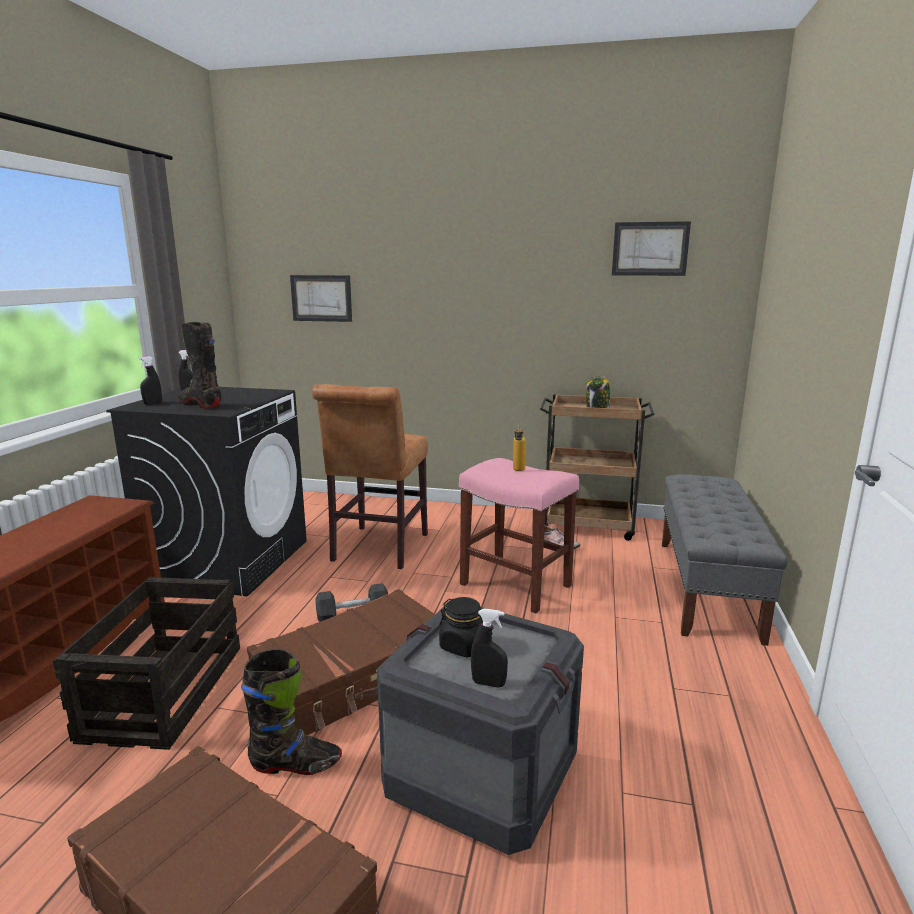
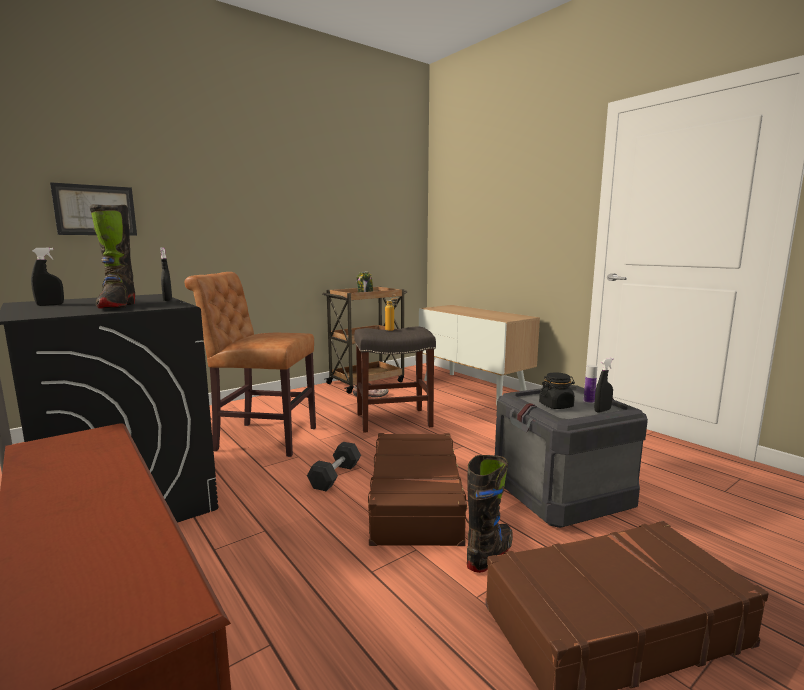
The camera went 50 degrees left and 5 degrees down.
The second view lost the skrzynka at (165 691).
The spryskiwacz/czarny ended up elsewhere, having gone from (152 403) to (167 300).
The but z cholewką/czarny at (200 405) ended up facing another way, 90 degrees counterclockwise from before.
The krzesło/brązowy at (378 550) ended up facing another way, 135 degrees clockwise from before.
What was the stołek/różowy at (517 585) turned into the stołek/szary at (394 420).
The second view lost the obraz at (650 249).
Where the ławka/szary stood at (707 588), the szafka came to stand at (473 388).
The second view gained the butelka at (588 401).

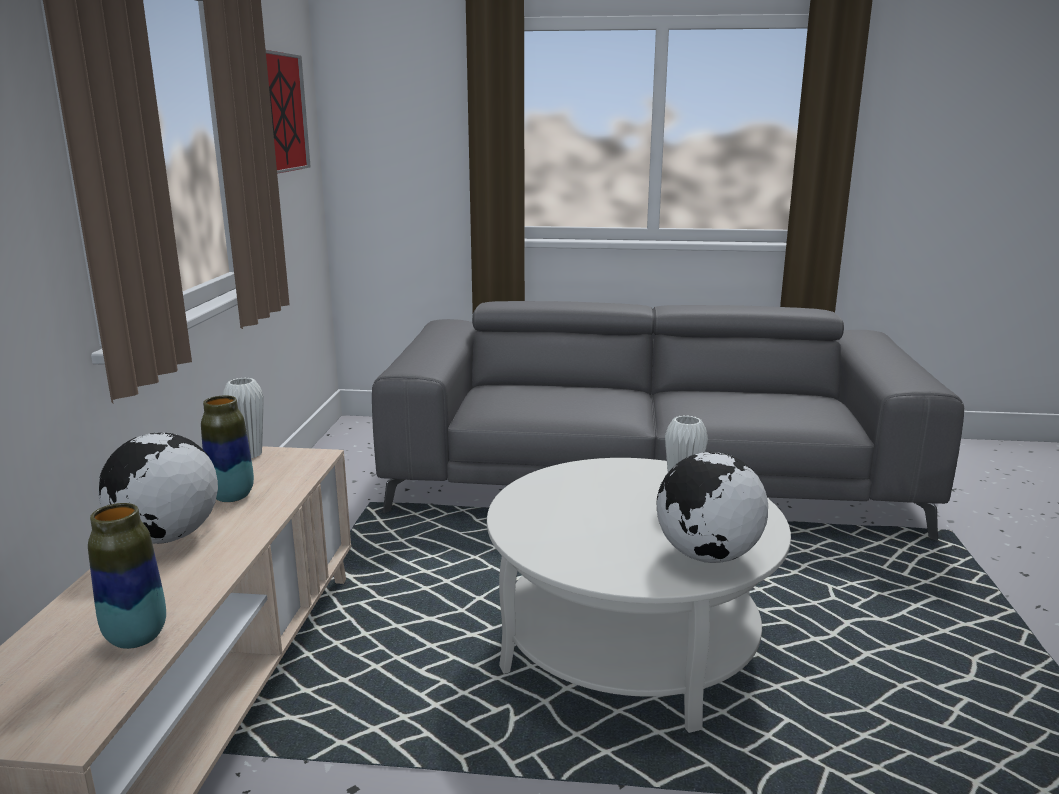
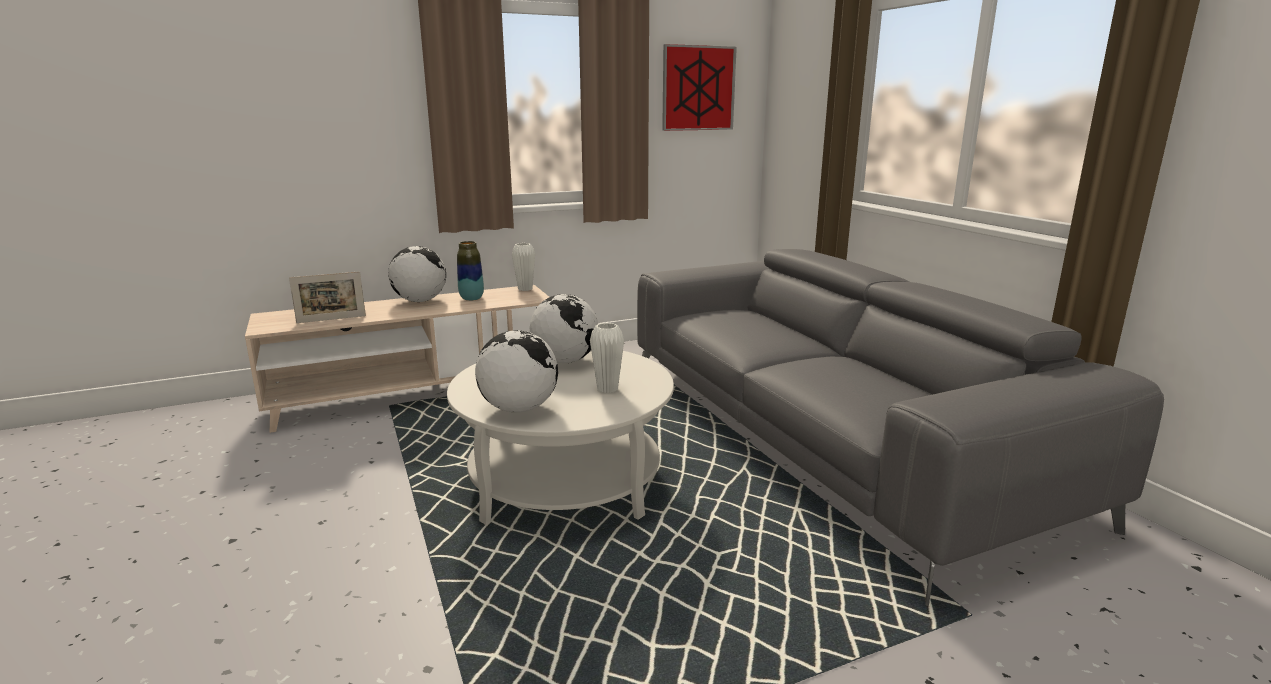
The camera went 60 degrees right and 0 degrees up.
Where the wazon stood at (136 637), the ramka na zdjęcie came to stand at (331 319).
The second view gained the globus at (565 361).

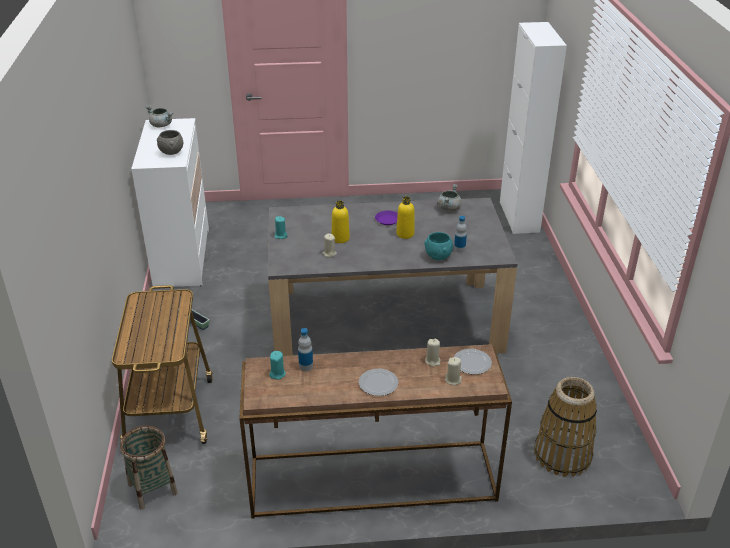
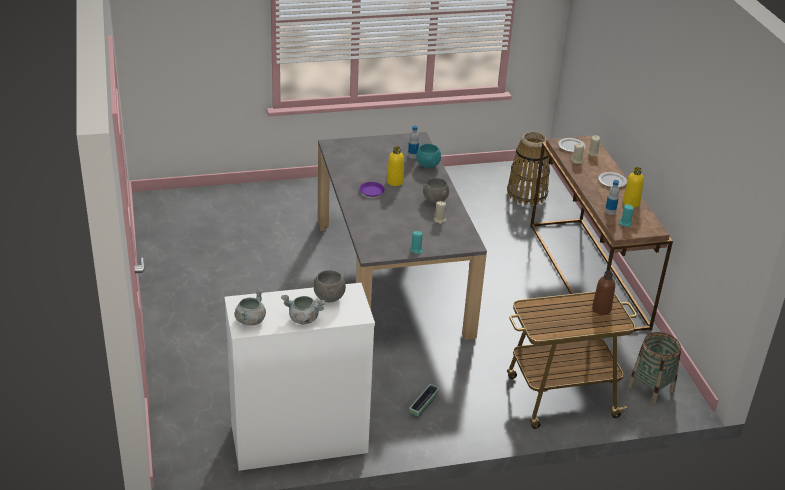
The camera went 100 degrees left and 0 degrees up.
The butelka/żółty ended up elsewhere, having gone from (340 238) to (631 203).
The garnek/szary ended up elsewhere, having gone from (448 208) to (303 319).
The second view lost the szafka/biały at (519 217).
The second view gained the miska/szary at (435 201).
The second view gained the butelka/brązowy at (601 309).

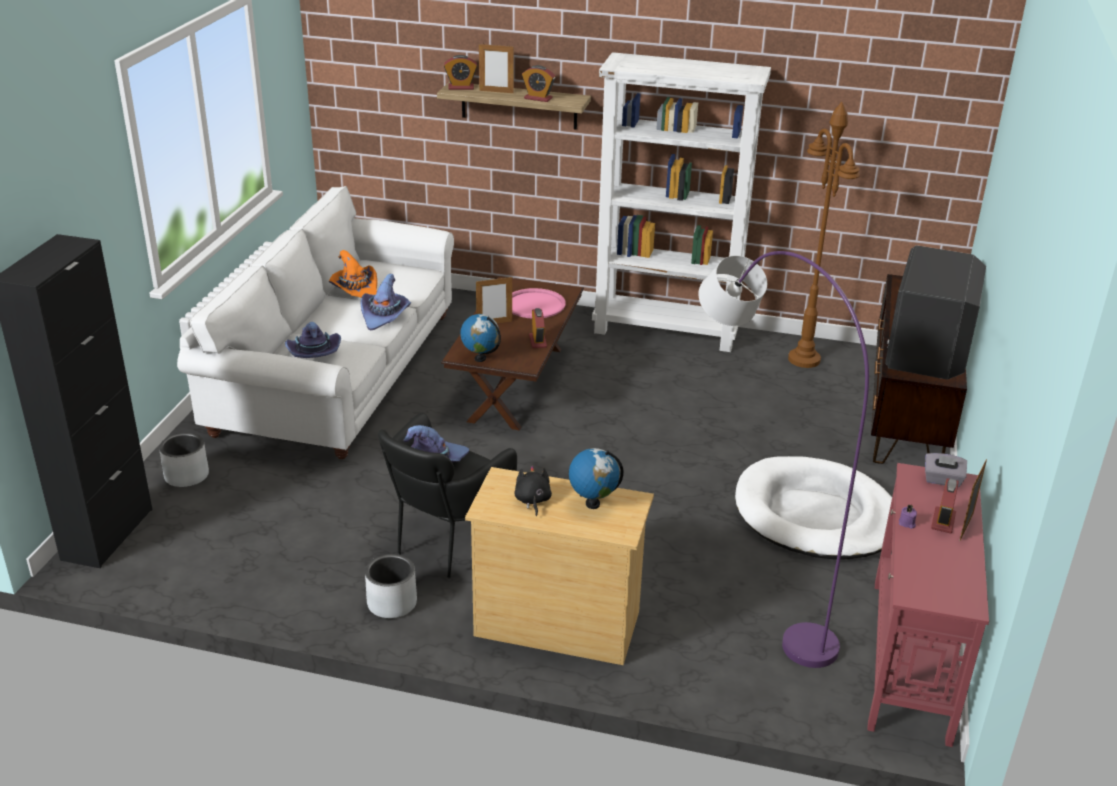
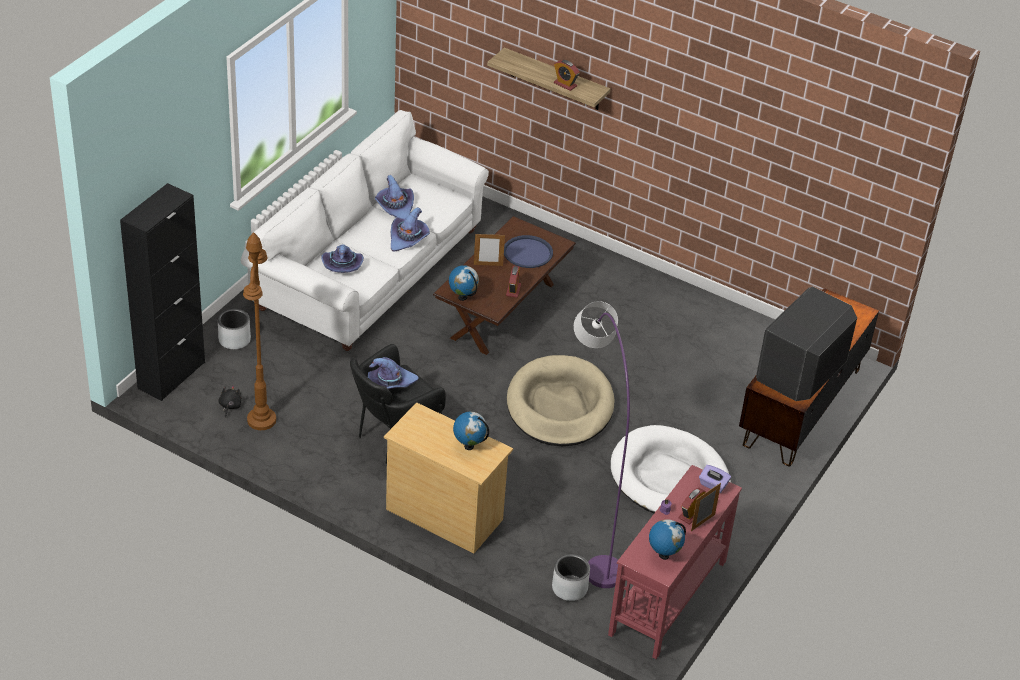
The camera went 15 degrees right and 10 degrees up.
What was the kapelusz/pomarańczowy at (355 289) turned into the kapelusz/fioletowy at (395 207).
The donica/szary ended up elsewhere, having gone from (391 603) to (569 588).
The second view lost the budzik at (461 87).
The second view lost the ramka na zdjęcie at (496 91).
What was the taca/różowy at (534 304) turned into the taca/niebieski at (527 252).
The pluszak/czarny ended up elsewhere, having gone from (532 501) to (230 406).
The second view lost the regał/biały at (667 331).
The lampa stojąca/brązowy ended up elsewhere, having gone from (803 359) to (261 419).
What was the pudełko chusteczek/szary at (942 480) turned into the pudełko chusteczek/fioletowy at (713 485).
The second view gained the legowisko/beżowy at (560 406).
The second view gained the globus at (663 555).

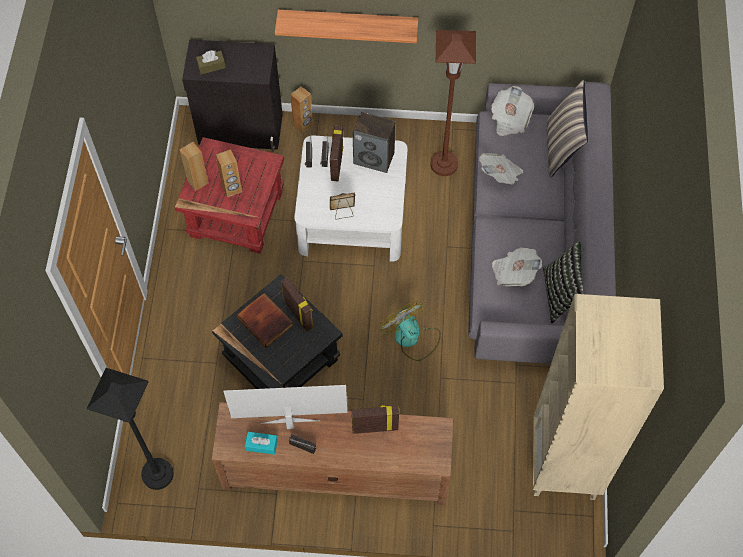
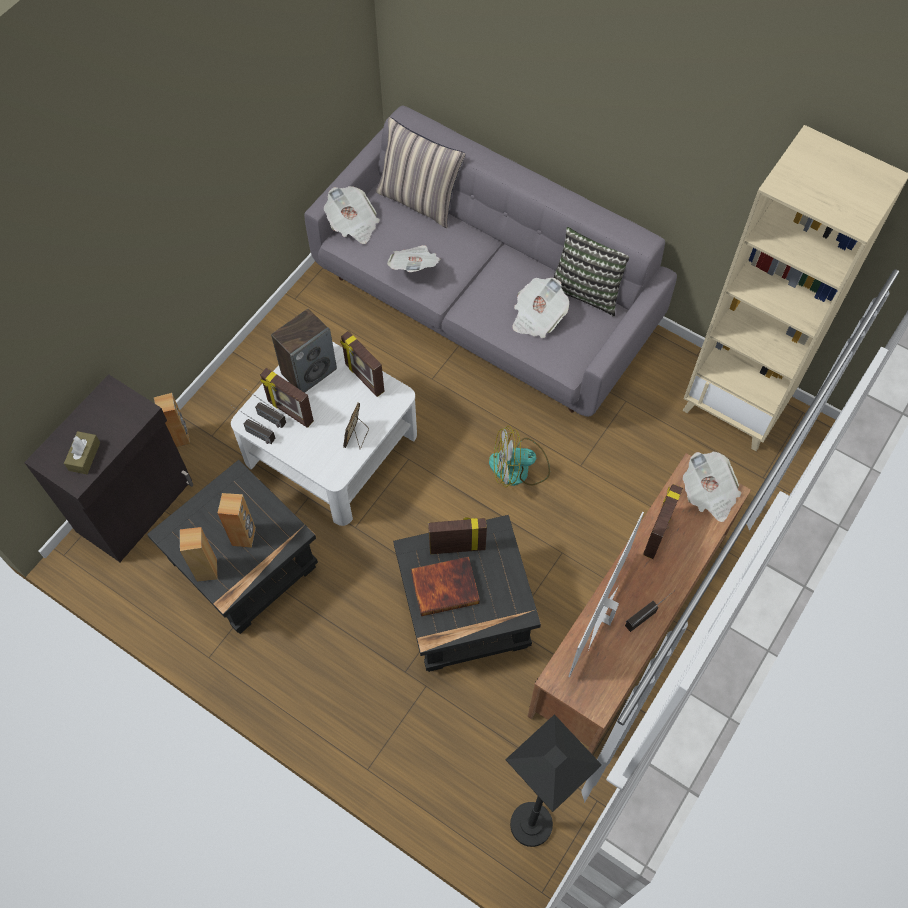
The camera went 60 degrees left and 0 degrees up.
What was the stolik/czerwony at (235 214) turned into the stolik/czarny at (245 568).
The second view lost the pudełko chusteczek/turkusowy at (261 445).
The second view lost the półka at (348 24).
The second view lost the lampa stojąca/brązowy at (444 164).
The second view gained the ramka na zdjęcie at (364 378).
The second view gained the gazeta at (708 494).

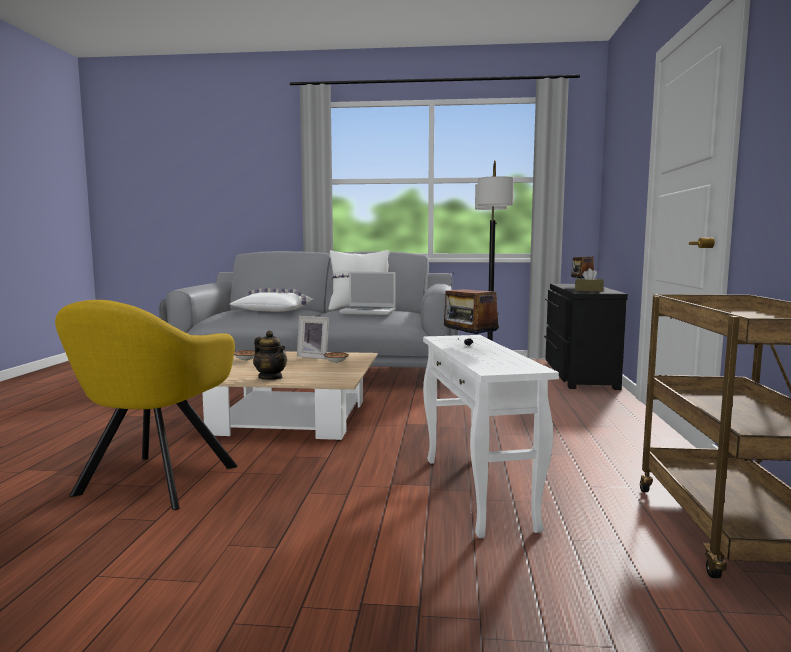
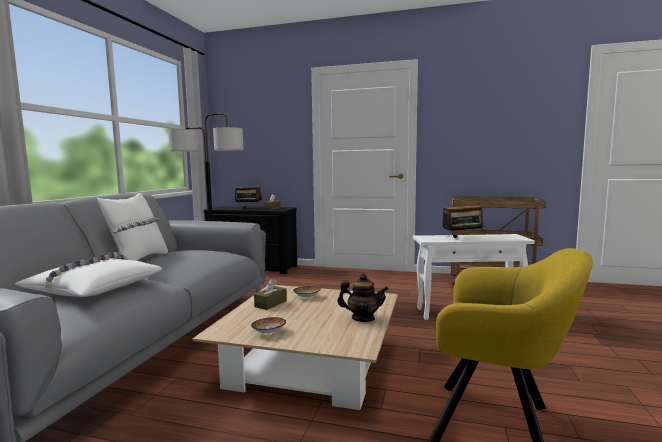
The camera went 80 degrees left and 0 degrees up.
The imbryk at (270 378) ended up facing another way, 45 degrees clockwise from before.
Where the ramka na zdjęcie stood at (314 356), the pudełko chusteczek/brązowy came to stand at (271 304).
The second view lost the laptop at (369 312).

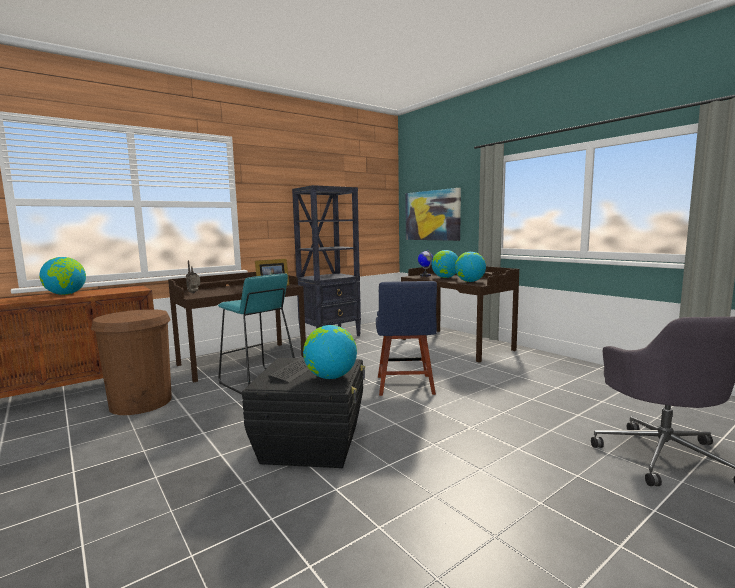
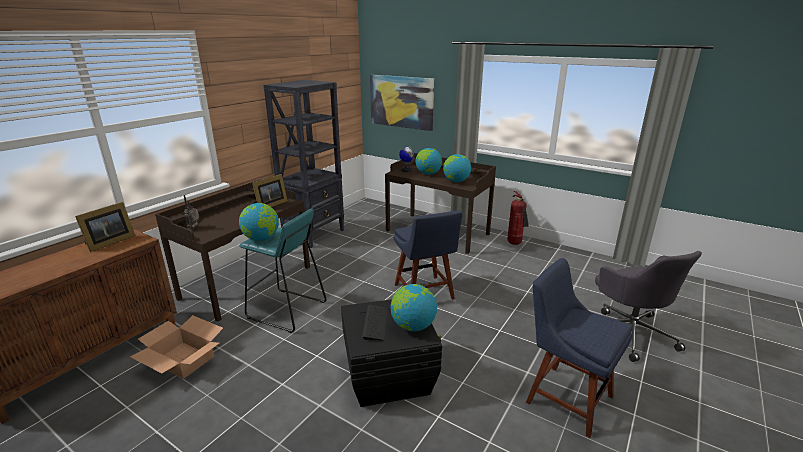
The camera went 20 degrees left and 15 degrees up.
The globus ended up elsewhere, having gone from (65 294) to (261 239).
Where the kosz na śmieci/brązowy stood at (141 403), the karton came to stand at (183 360).
The second view gained the ramka na zdjęcie at (108 242).
The second view gained the gaśnica at (515 244).
The second view gained the krzesło/niebieski at (565 396).

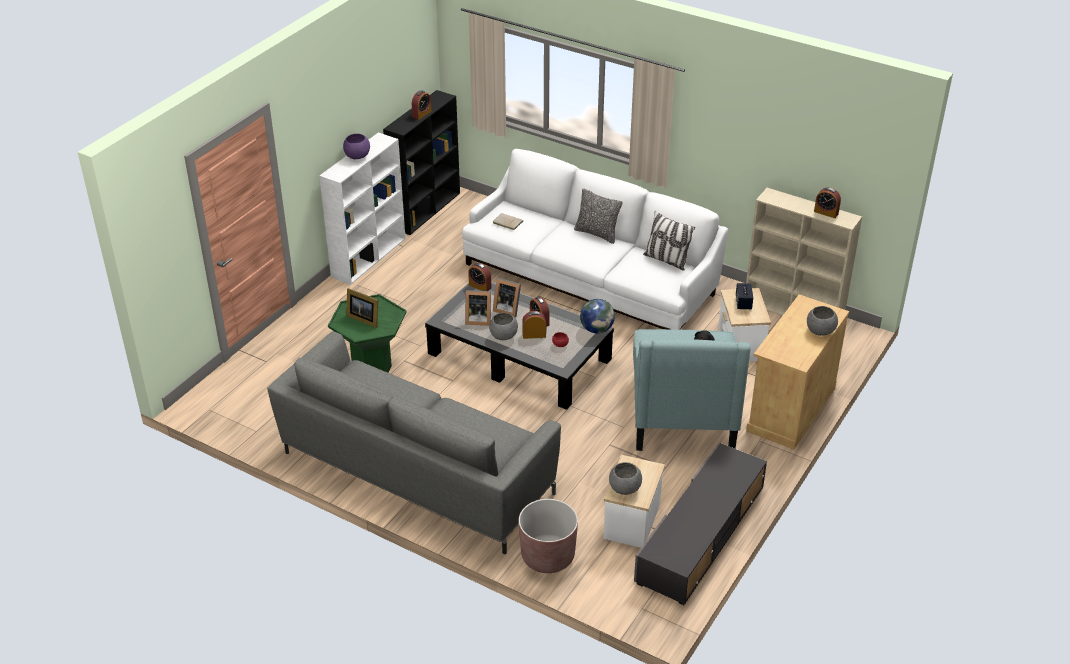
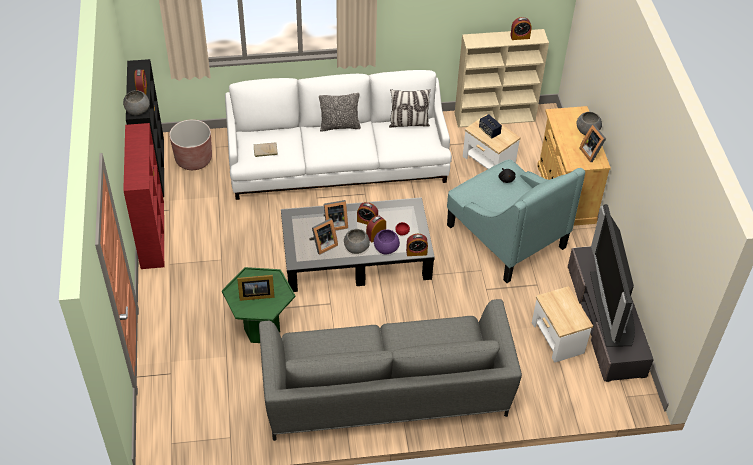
The camera went 40 degrees left and 10 degrees up.
What was the regał/biały at (369 257) turned into the regał/czerwony at (152 234).
The miska/fioletowy ended up elsewhere, having gone from (357 157) to (386 249).
The budzik ended up elsewhere, having gone from (480 286) to (416 252).
The donica/brązowy ended up elsewhere, having gone from (548 556) to (194 159).
The second view lost the globus at (597 329).
The miska/szary ended up elsewhere, having gone from (625 489) to (138 111).
The second view gained the ramka na zdjęcie at (592 152).
The second view gained the telewizor at (612 308).

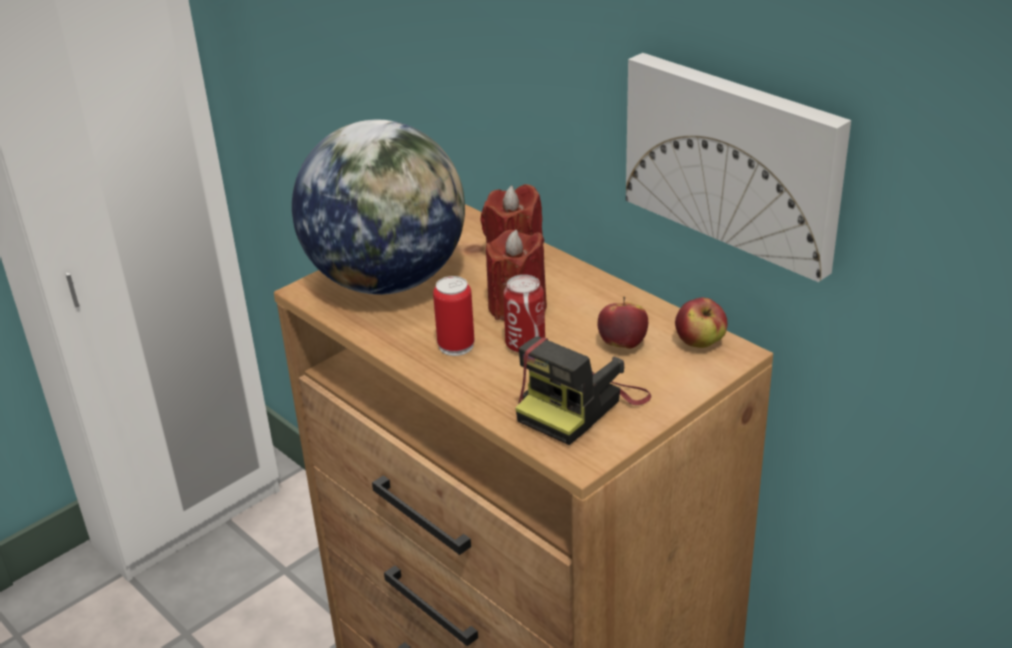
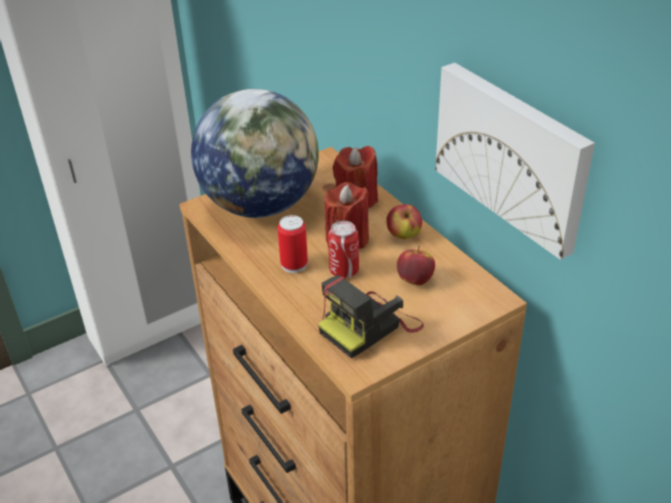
The camera went 10 degrees right and 5 degrees up.
The jabłko ended up elsewhere, having gone from (699 343) to (403 235).

